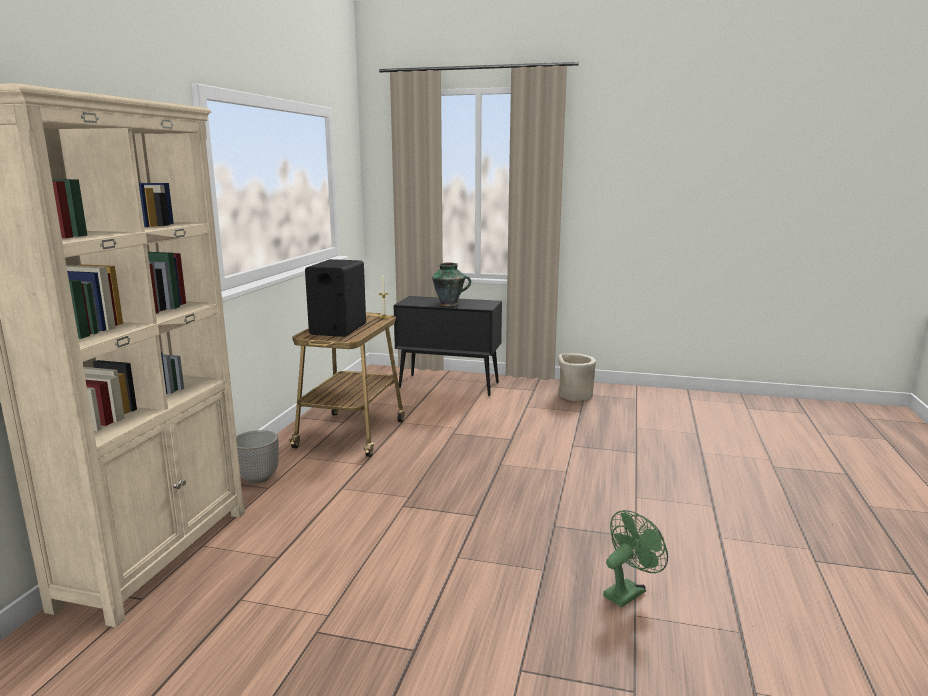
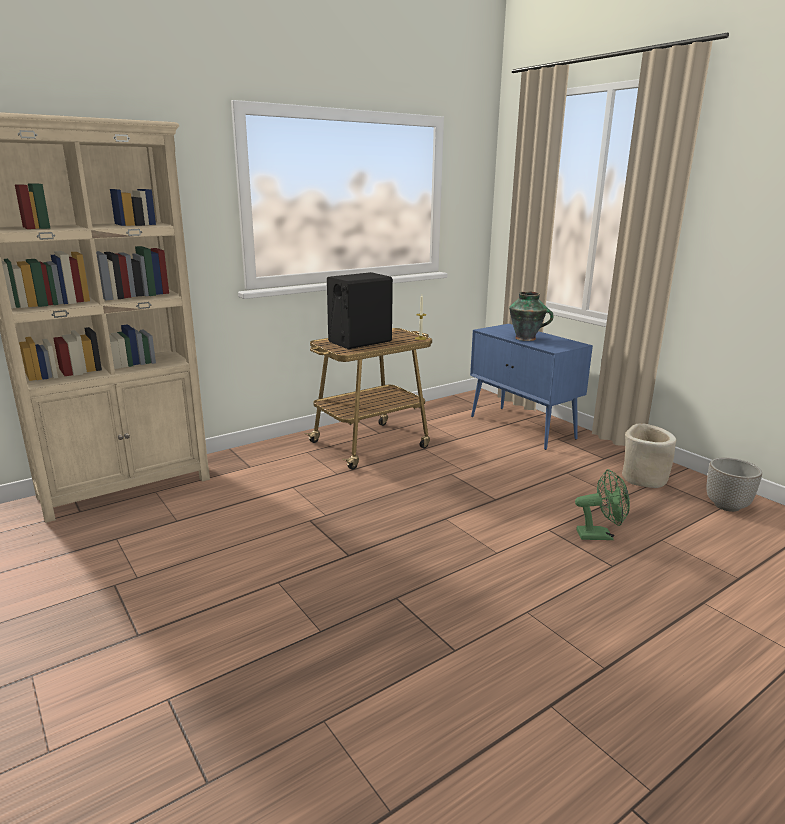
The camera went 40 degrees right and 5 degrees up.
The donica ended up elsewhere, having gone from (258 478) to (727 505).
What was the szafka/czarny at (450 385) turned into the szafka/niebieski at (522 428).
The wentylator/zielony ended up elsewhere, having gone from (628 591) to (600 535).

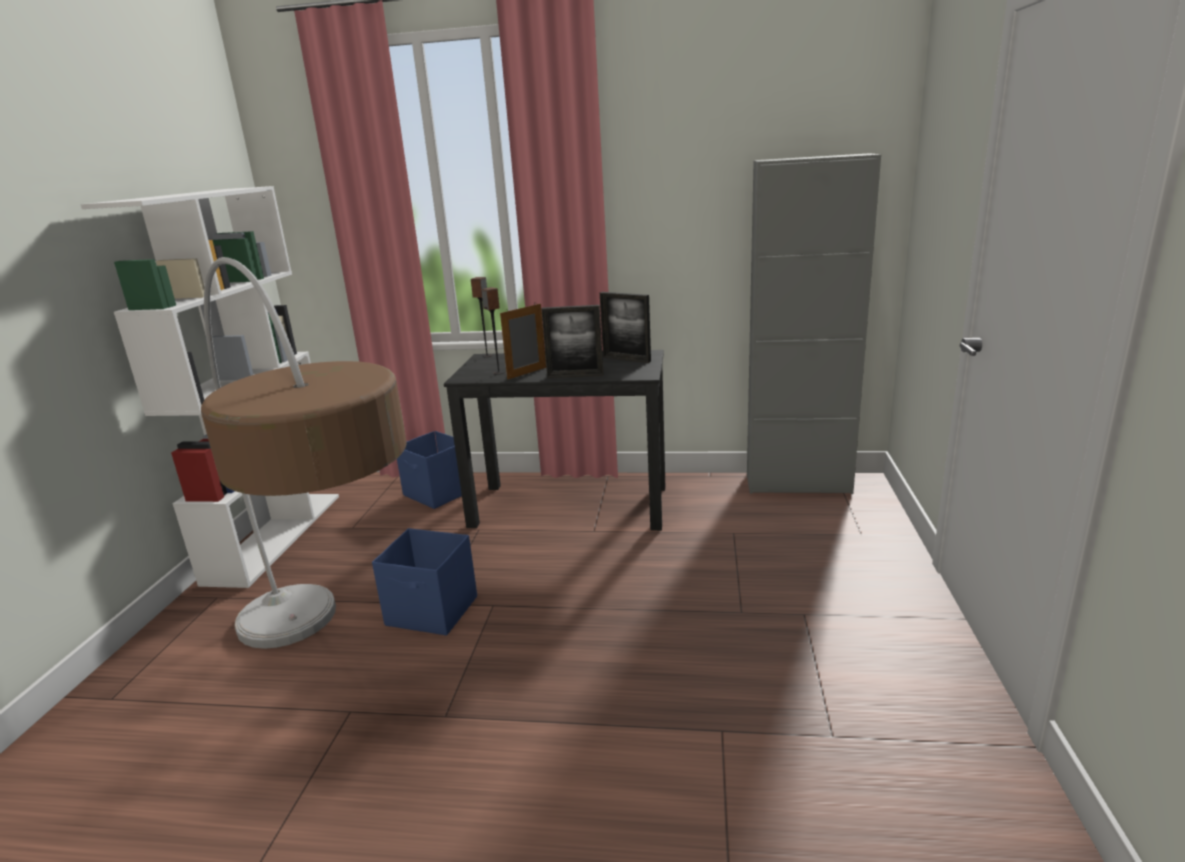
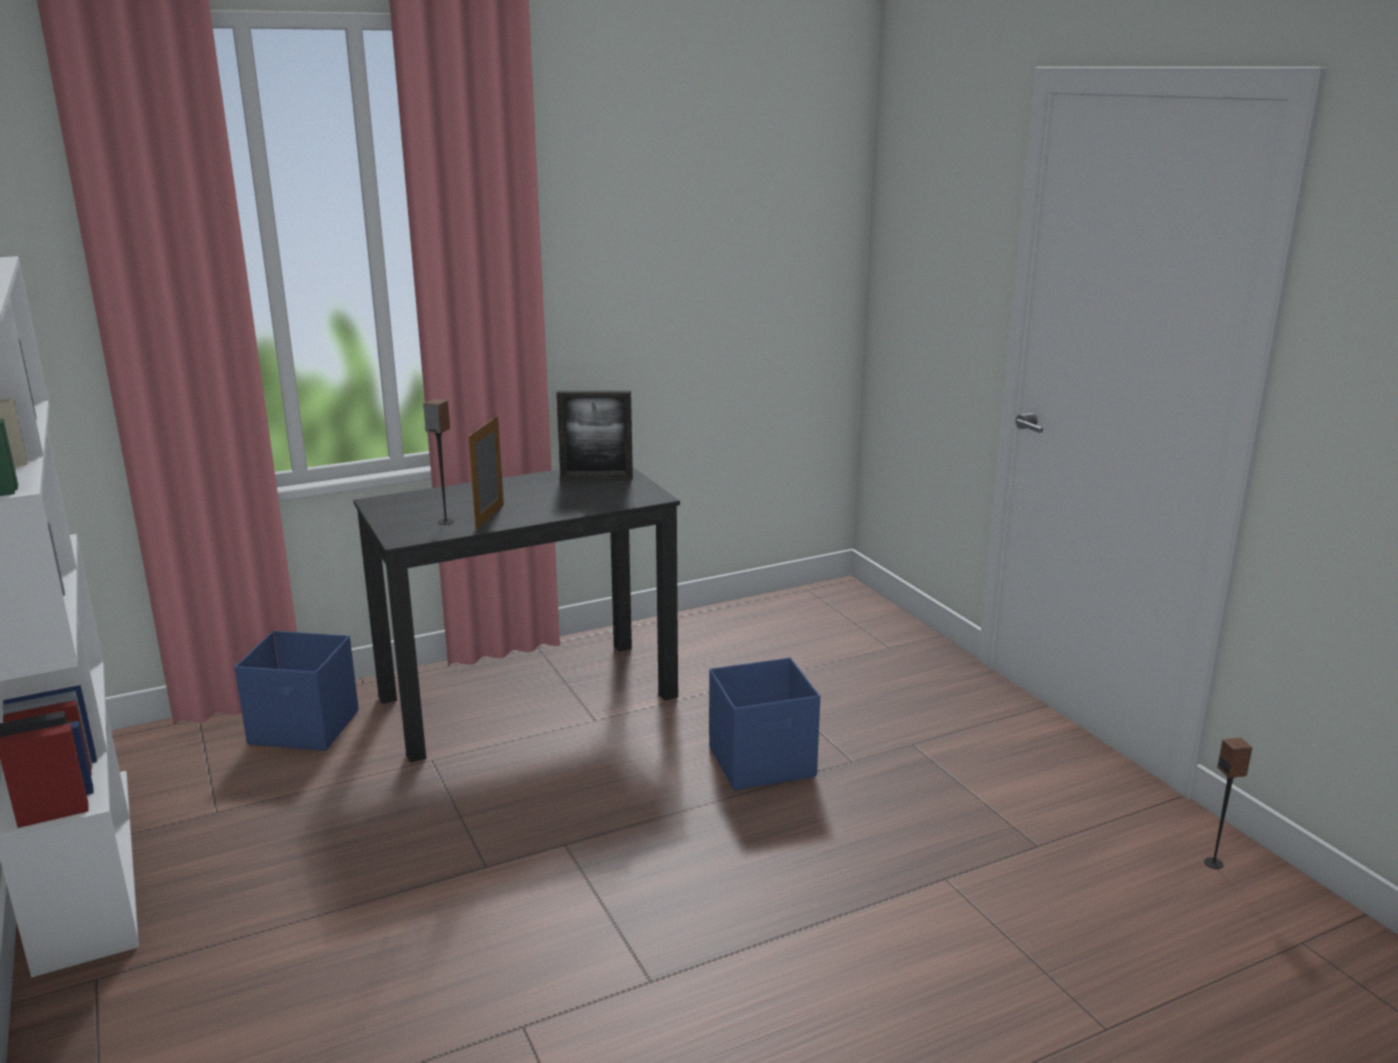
The camera went 35 degrees left and 0 degrees up.
The second view lost the lampa stojąca at (335 683).
The pojemnik do przechowywania/niebieski ended up elsewhere, having gone from (433 612) to (763 762).
The głośnik ended up elsewhere, having gone from (487 356) to (1214 863).
The second view lost the ramka na zdjęcie at (575 376).
The second view lost the szafka/szary at (798 484).

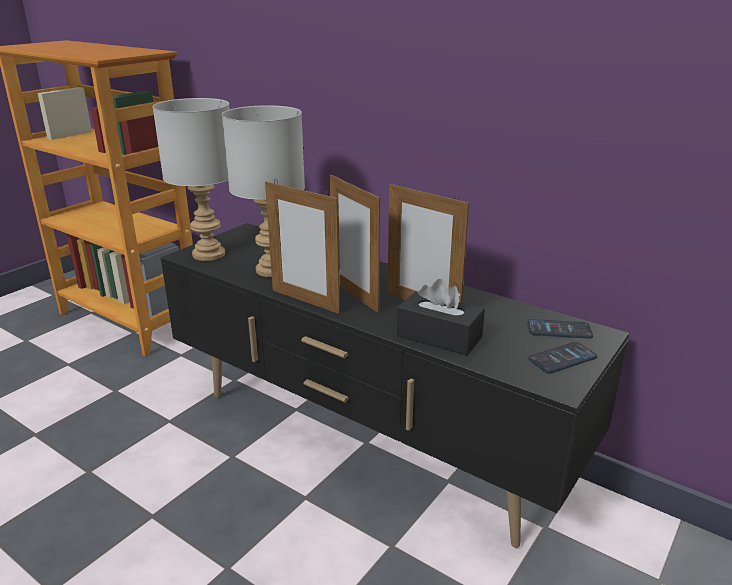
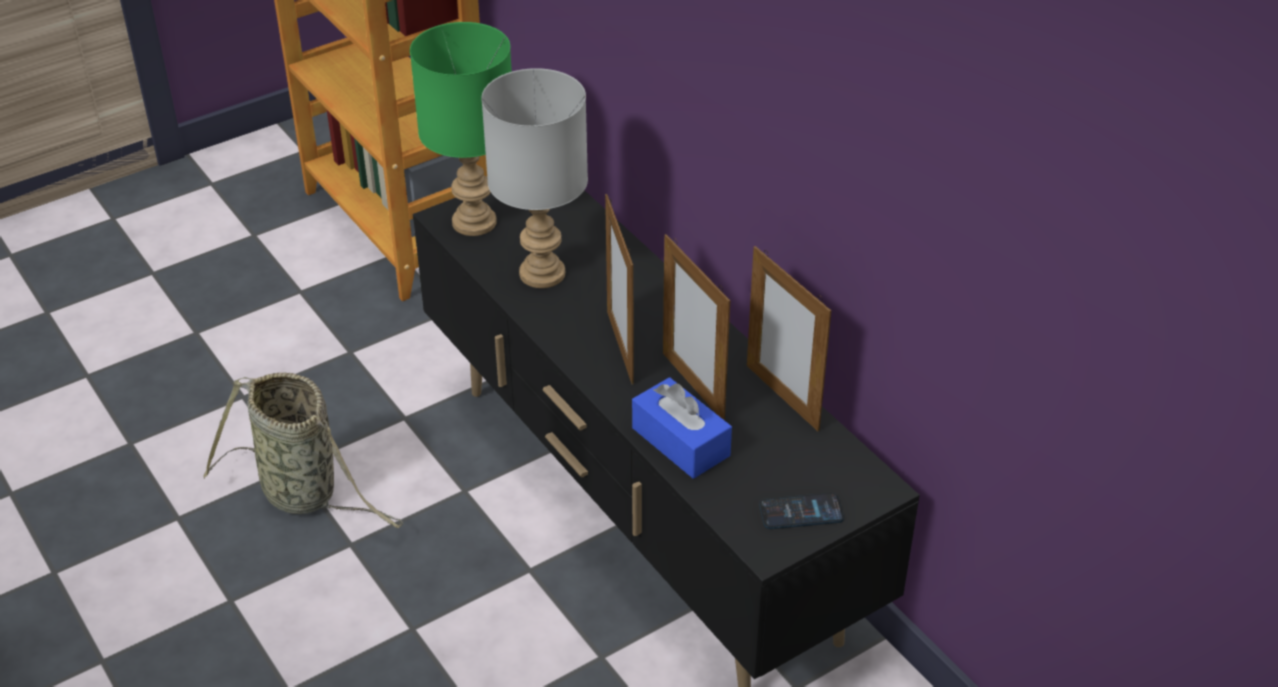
The camera went 20 degrees right and 15 degrees up.
What was the lampa stołowa/szary at (207 254) turned into the lampa stołowa/zielony at (472 222).
The ramka na zdjęcie ended up elsewhere, having gone from (305 301) to (782 397).
What was the pudełko chusteczek/czarny at (439 336) turned into the pudełko chusteczek/niebieski at (680 442).
The second view lost the telefon at (559 330).
The second view gained the koszyk at (305 494).

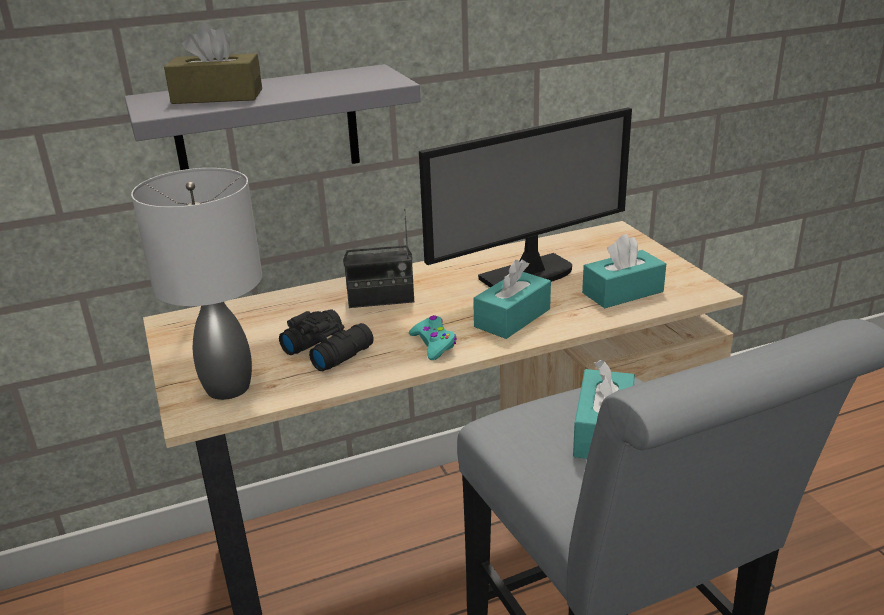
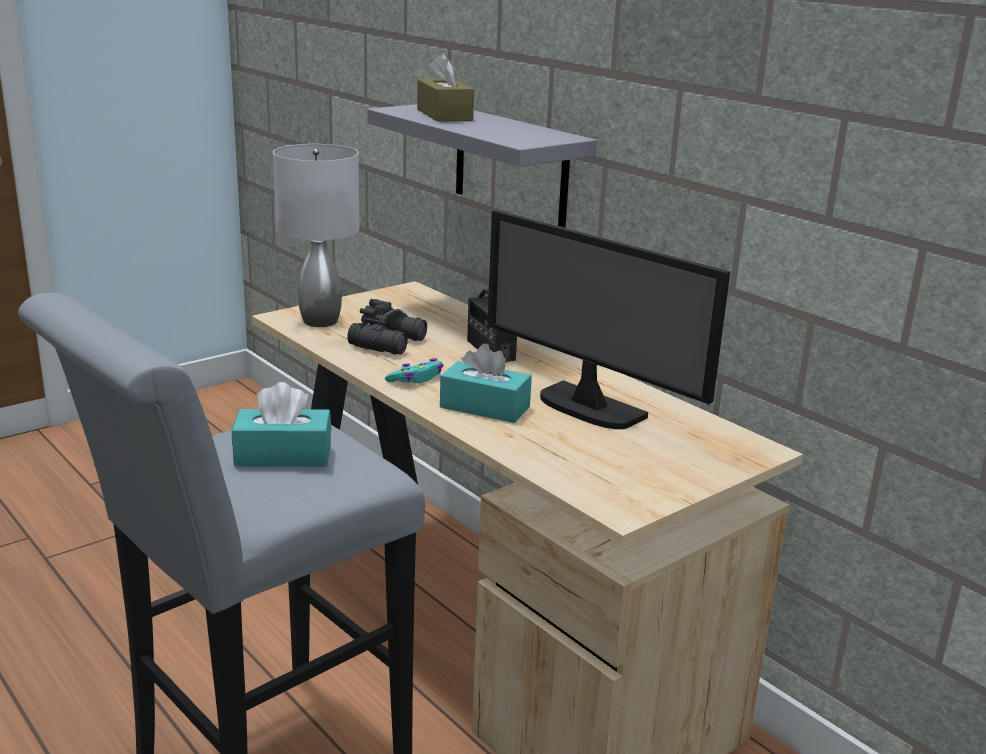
The camera went 70 degrees right and 5 degrees down.
The second view lost the pudełko chusteczek/turkusowy at (622 292).

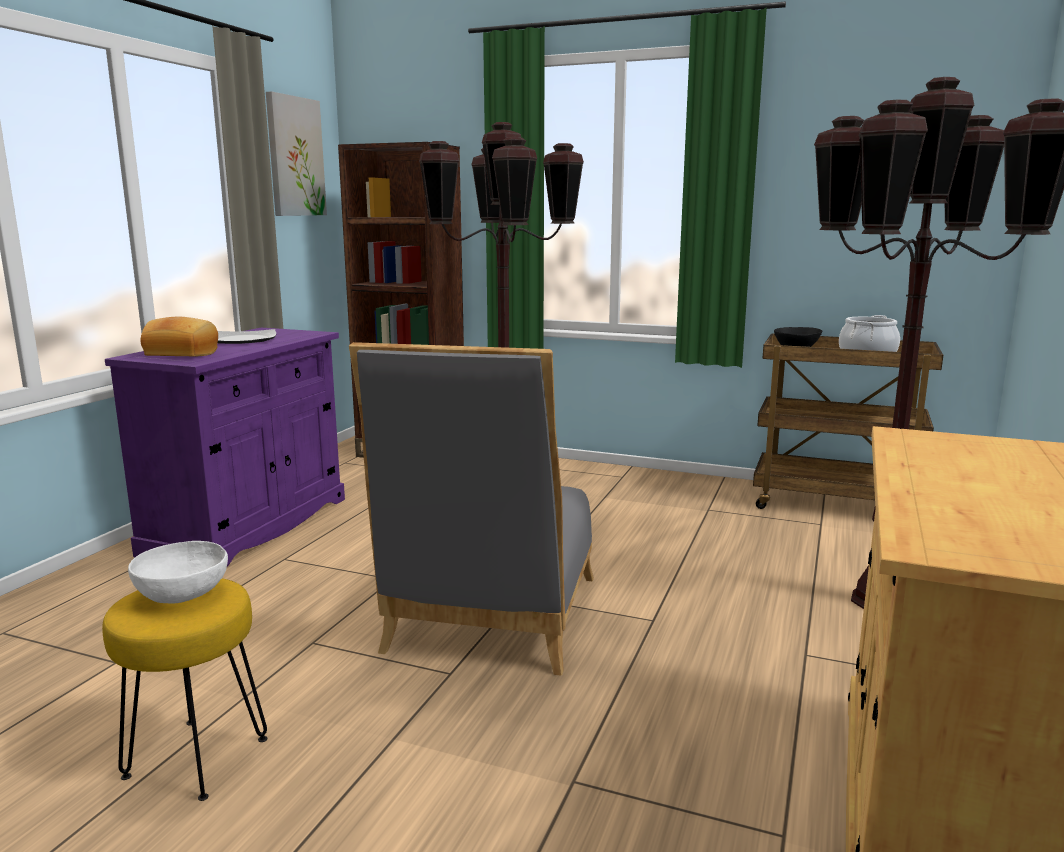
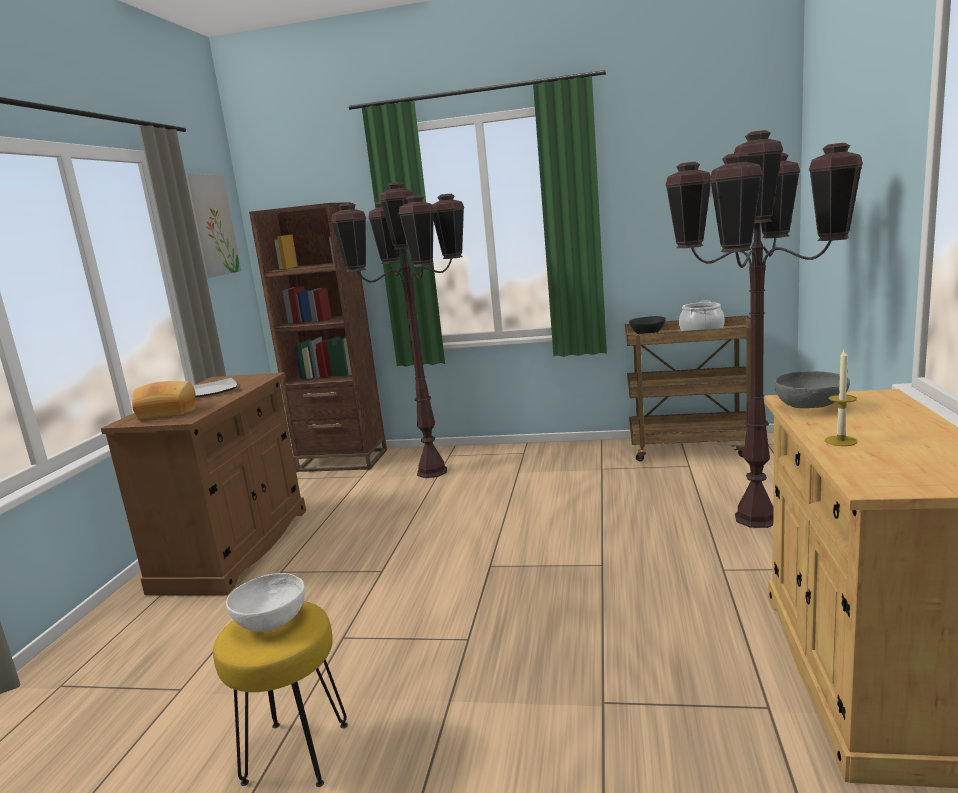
The camera went 10 degrees left and 0 degrees up.
What was the szafka/fioletowy at (249 526) turned into the szafka/brązowy at (234 548).
The second view lost the krzesło/szary at (490 620).
The second view gained the miska/szary at (811 407).
The second view gained the świeca at (840 441).

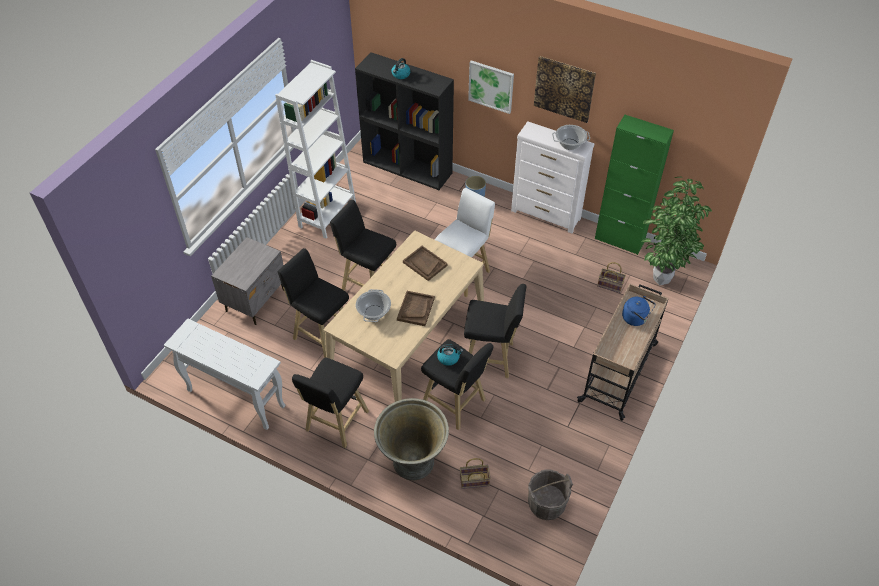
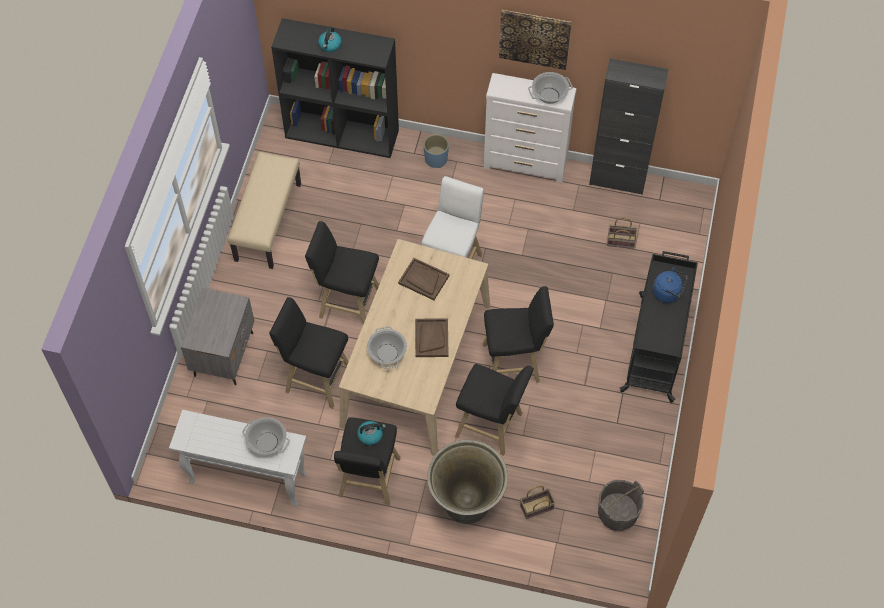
The camera went 15 degrees left and 10 degrees up.
Where the regał/biały stood at (327 215), the ławka/beżowy came to stand at (267 221).
The czajnik ended up elsewhere, having gone from (449 358) to (370 435).
The second view lost the obraz at (491 86).
What was the wózek/beżowy at (619 371) turned into the wózek/czarny at (655 346).
What was the szafka/zielony at (619 240) turned into the szafka/czarny at (617 180).
The second view lost the roślina doniczkowa at (660 280).
The second view gained the garnek at (267 442).

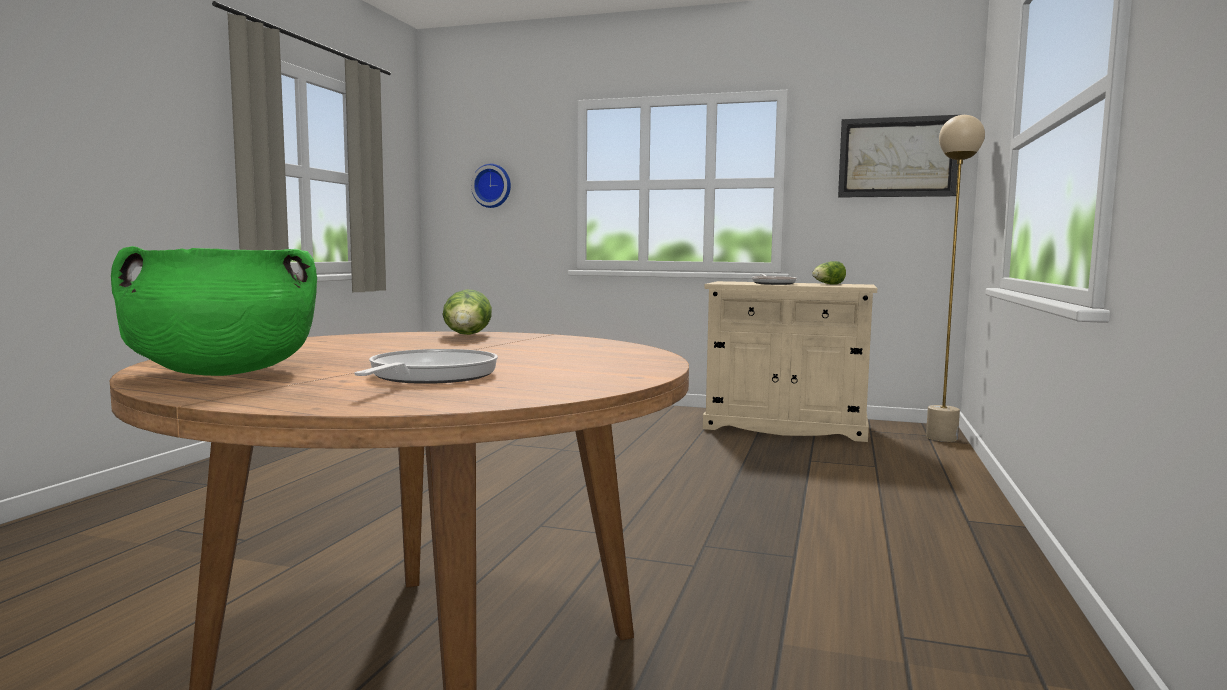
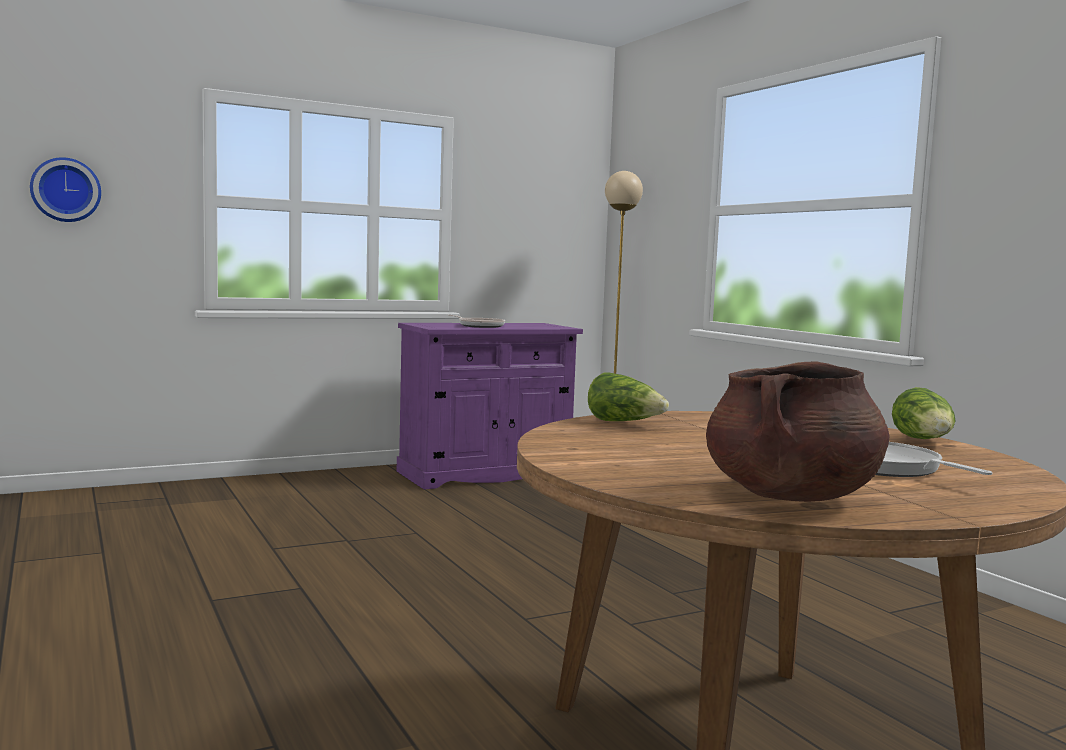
The camera went 45 degrees left and 0 degrees up.
What was the garnek/zielony at (223 373) turned into the garnek/brązowy at (790 496).
What was the szafka/beżowy at (785 427) turned into the szafka/fioletowy at (486 473).
The sałata ended up elsewhere, having gone from (827 284) to (924 441).
The second view lost the obraz at (897 157).

